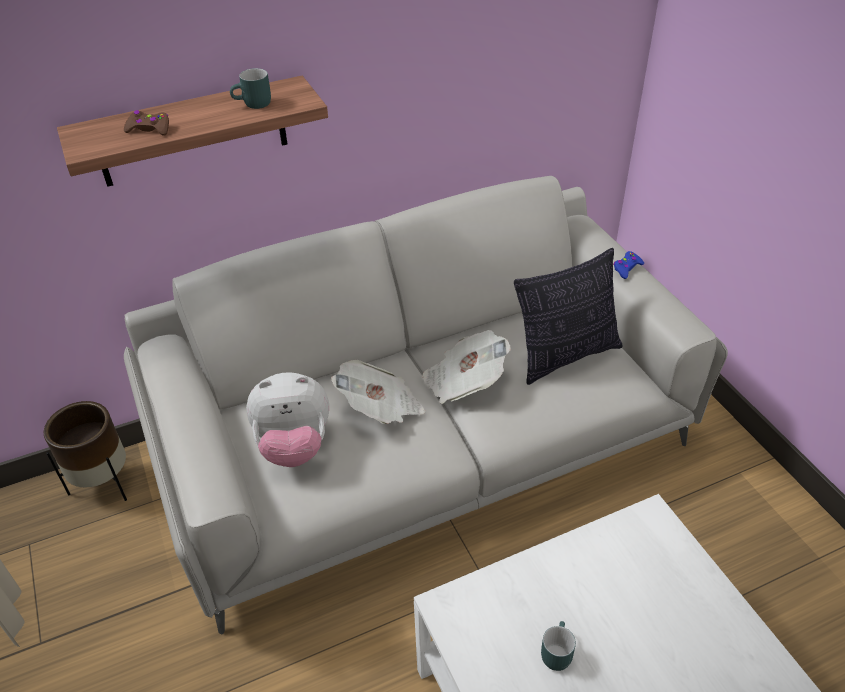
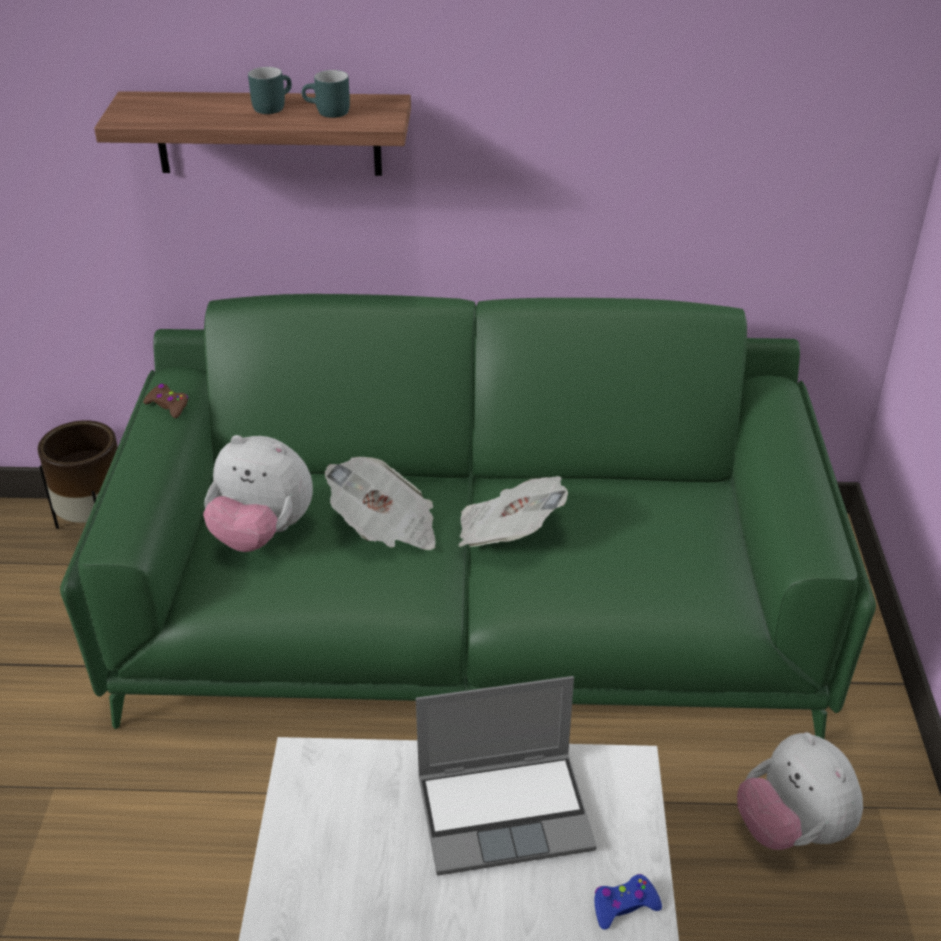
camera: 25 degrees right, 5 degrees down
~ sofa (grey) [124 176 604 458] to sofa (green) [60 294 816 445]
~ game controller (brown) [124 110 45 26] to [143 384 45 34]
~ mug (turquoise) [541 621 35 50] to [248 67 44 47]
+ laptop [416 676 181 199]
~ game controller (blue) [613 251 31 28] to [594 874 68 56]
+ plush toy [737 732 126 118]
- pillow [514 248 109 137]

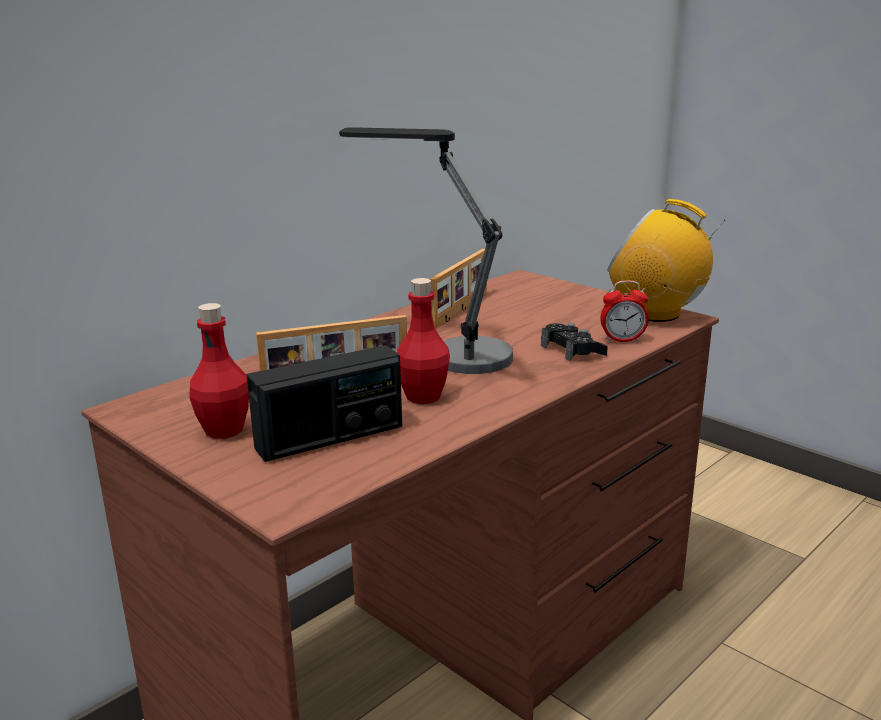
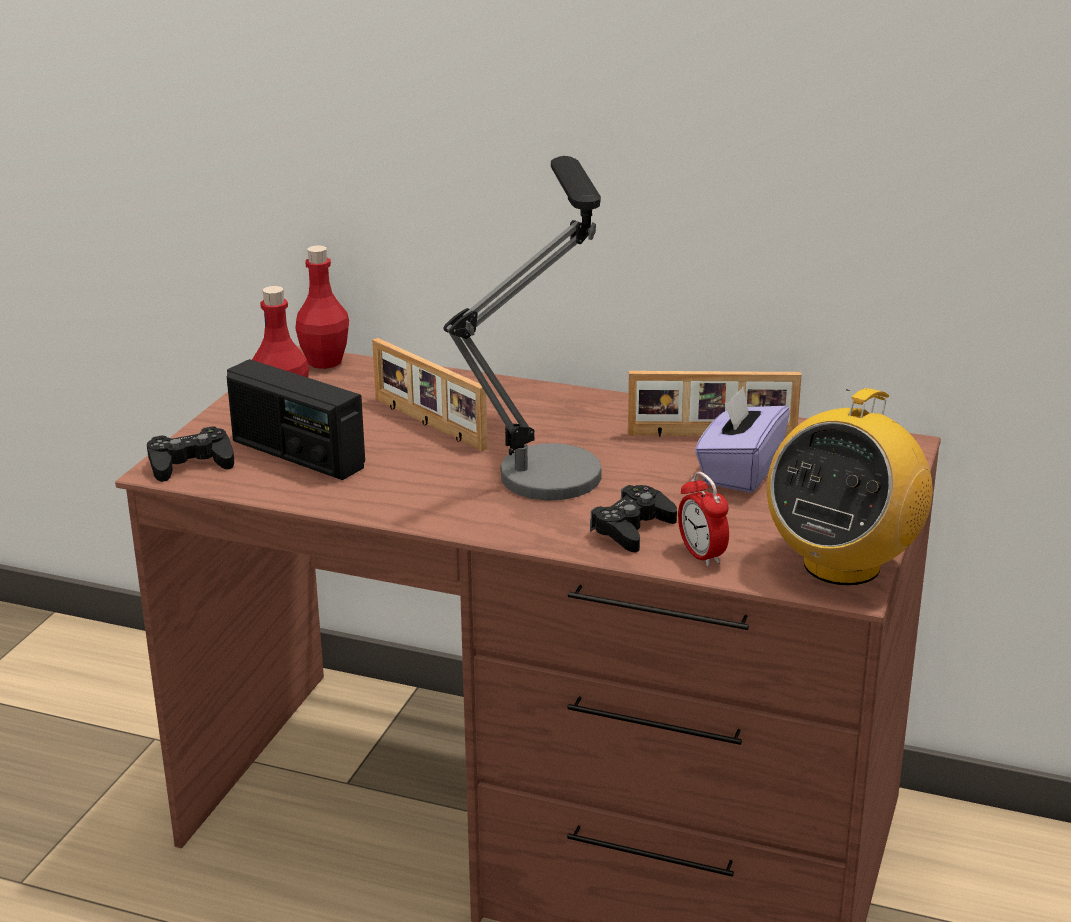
camera: 65 degrees right, 5 degrees up
+ game controller (black) [147 426 87 56]
~ bottle (red) [397 278 53 126] to [295 245 54 124]
+ tissue box (purple) [695 387 95 106]
~ radio [607 199 118 123] = [767 388 166 197] 150 degrees counterclockwise

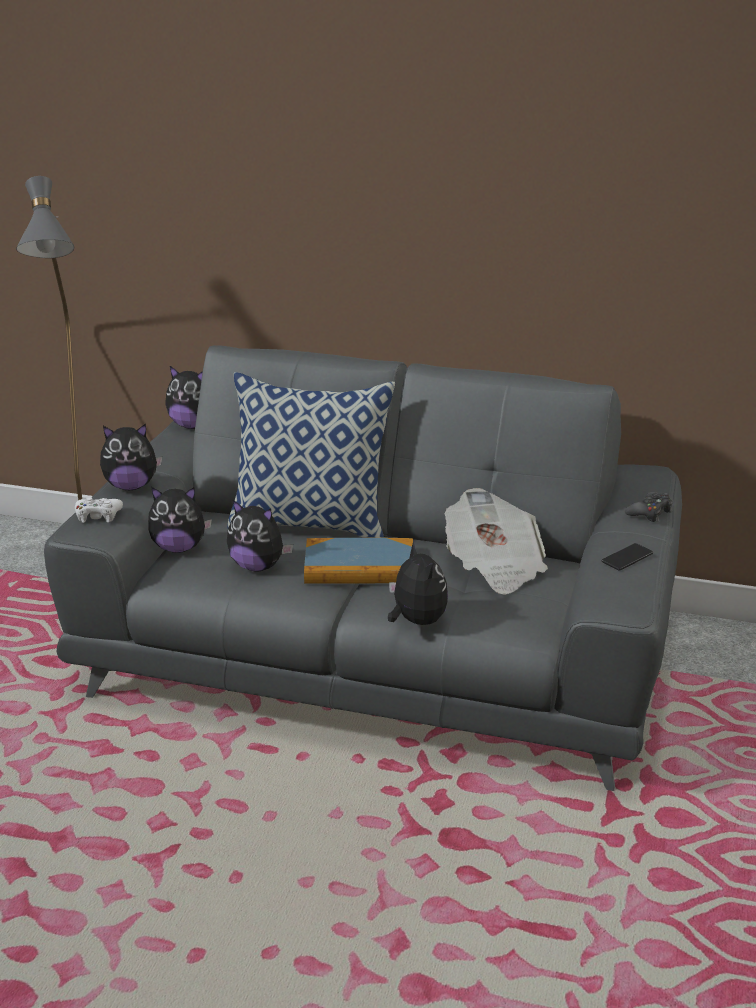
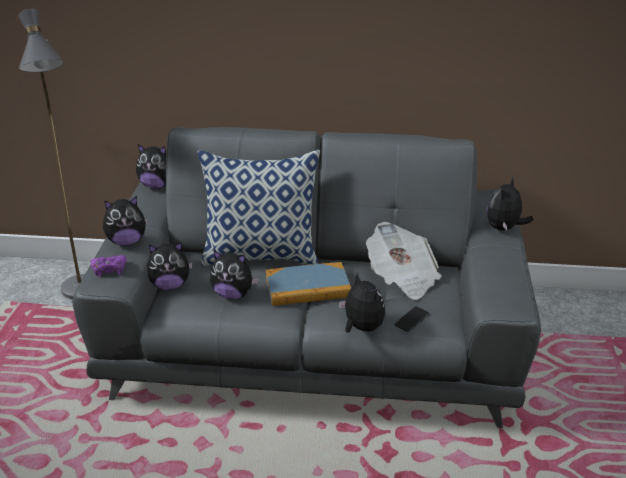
camera: 10 degrees left, 5 degrees up
~ game controller (white) [75 497 48 26] to game controller (purple) [91 255 36 22]
~ phone [602 543 51 28] to [394 306 36 26]
~ game controller (black) [625 492 48 30] to plush toy [487 176 47 55]

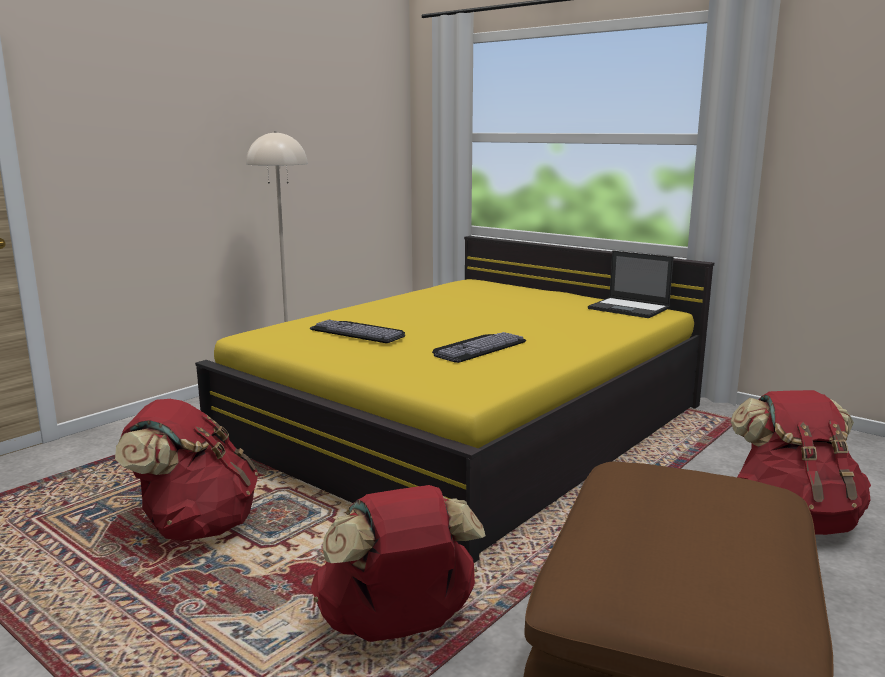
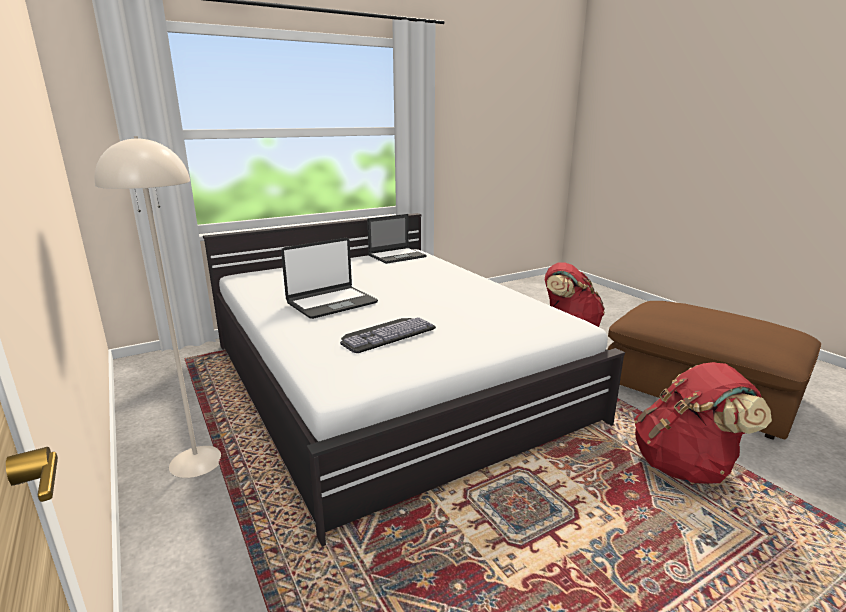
camera: 70 degrees left, 5 degrees up
~ bed (yellow) [195 236 519 327] to bed (white) [203 213 422 334]
+ laptop [281 238 97 81]
- backpack (red) [115 399 143 142]
- keyboard [432 332 94 31]

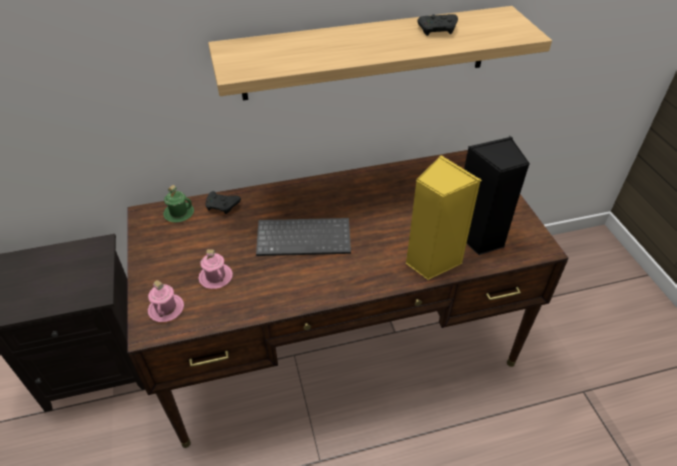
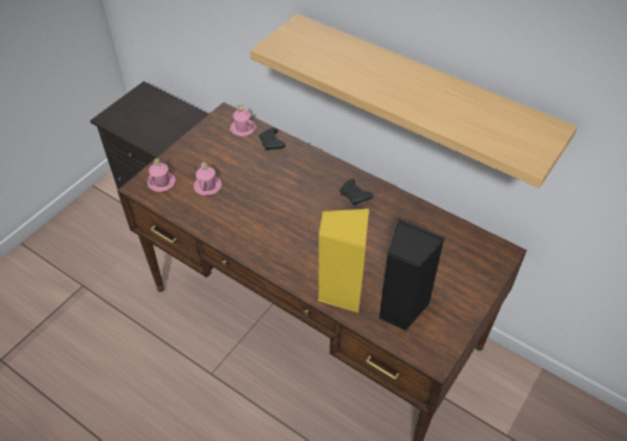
camera: 50 degrees right, 5 degrees up
~ mug (green) [163 185 31 38] to mug (pink) [230 105 26 31]
~ game controller (black) [418 14 40 22] to [340 179 33 26]
- keyboard [256 218 95 38]

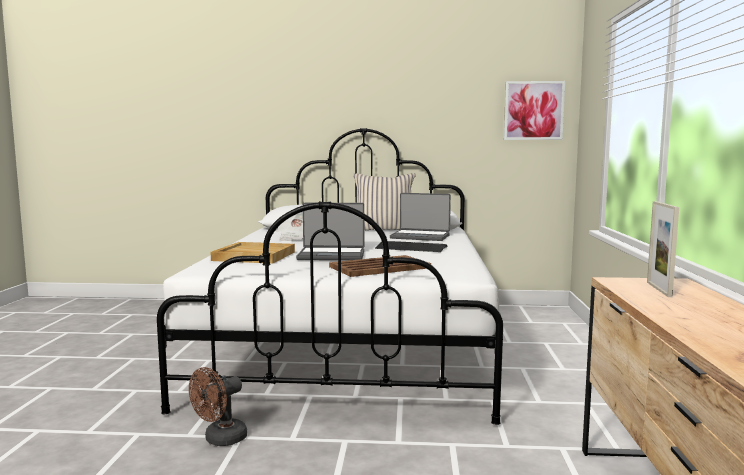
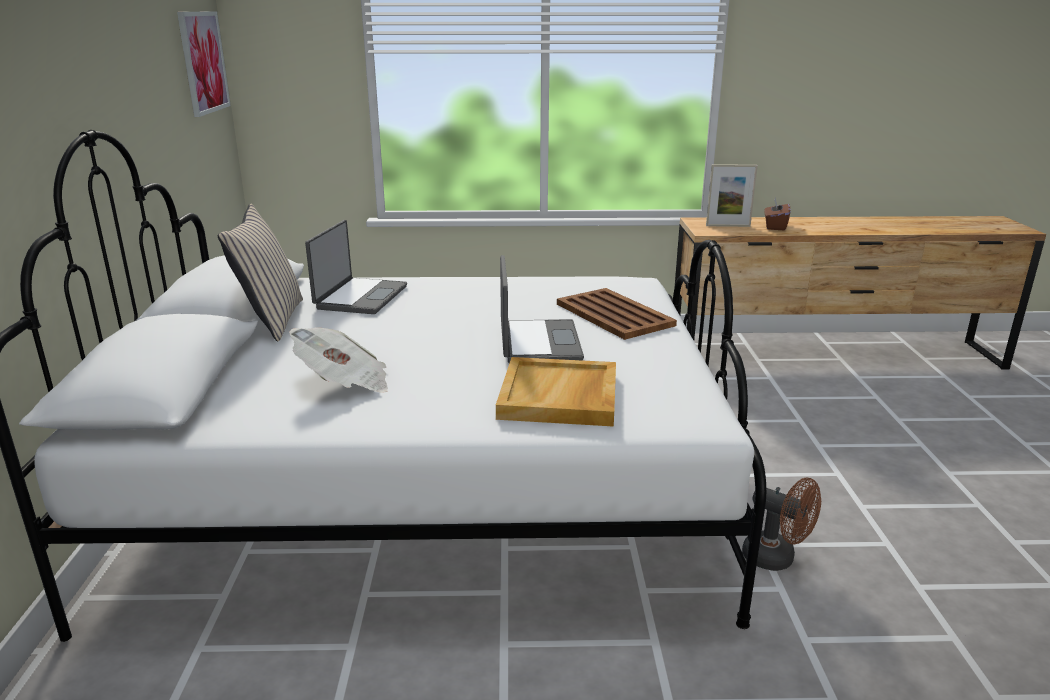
camera: 95 degrees left, 15 degrees up
+ tissue box (brown) [765 197 26 33]
- keyboard [375 241 73 11]

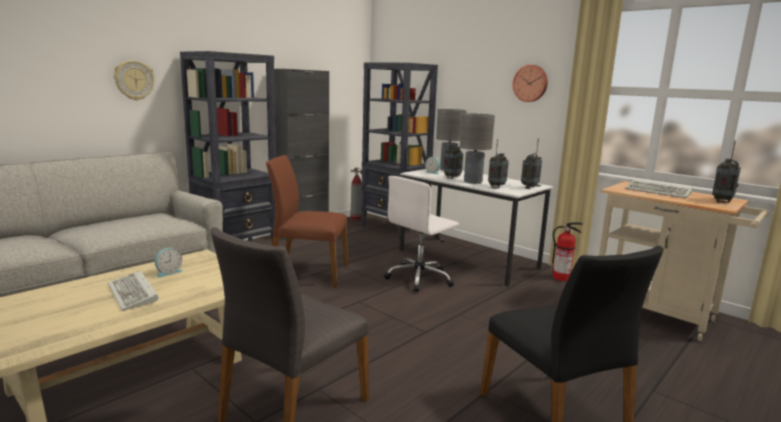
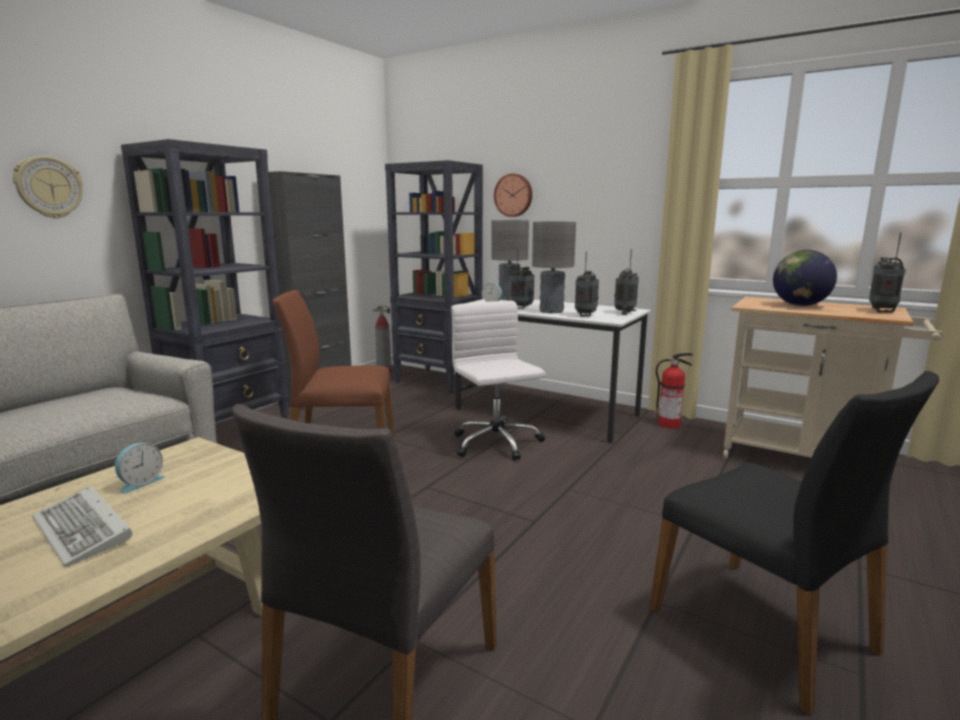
camera: 10 degrees left, 0 degrees up
~ office chair (white) [384 176 75 116] = [451 301 95 160] 120 degrees clockwise
~ wall clock [513 65 35 37] to [494 174 38 43]
~ keyboard [625 180 68 19] to globe [773 250 64 56]

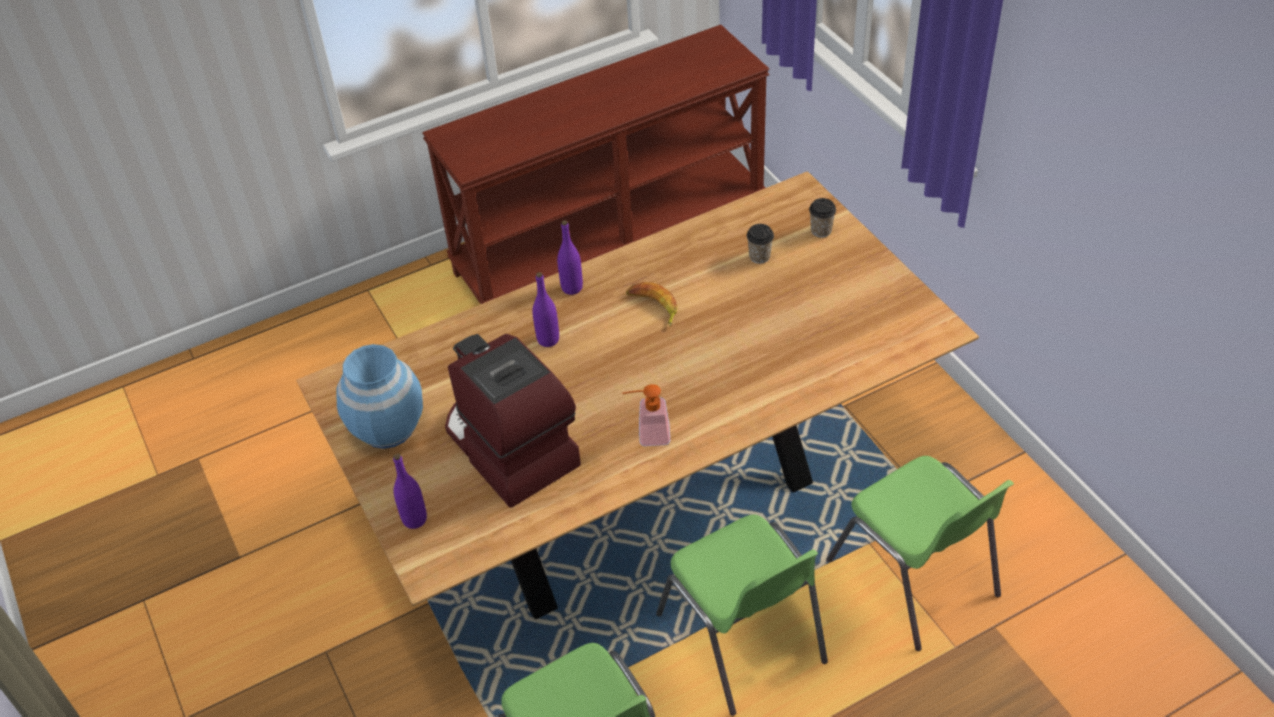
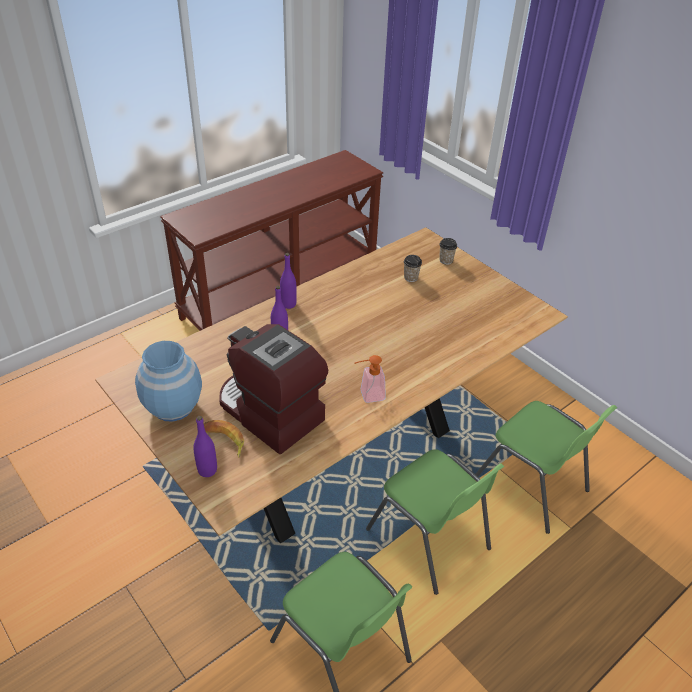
camera: 15 degrees left, 5 degrees down
~ banana [626 282 52 45] to [204 420 40 38]

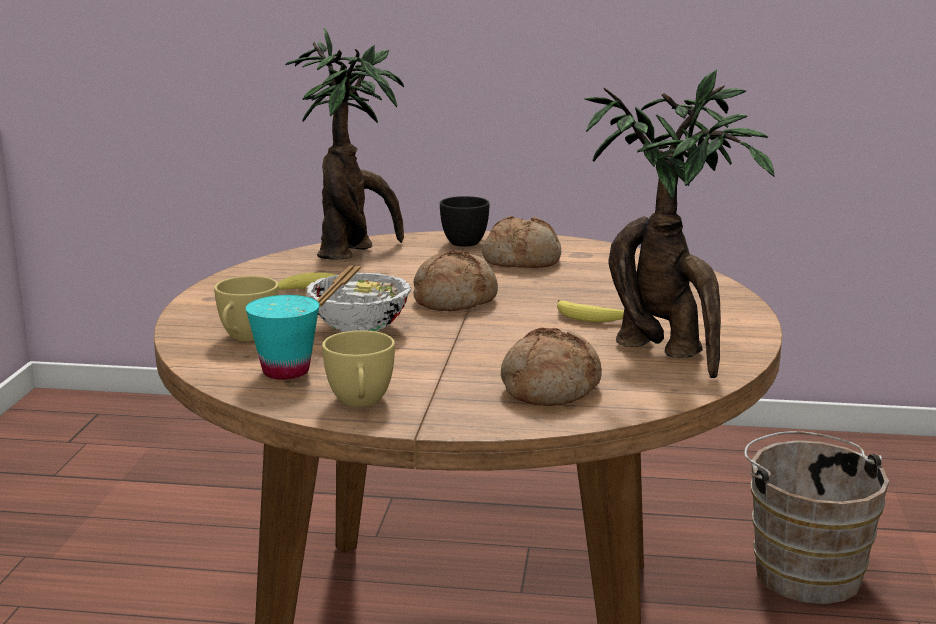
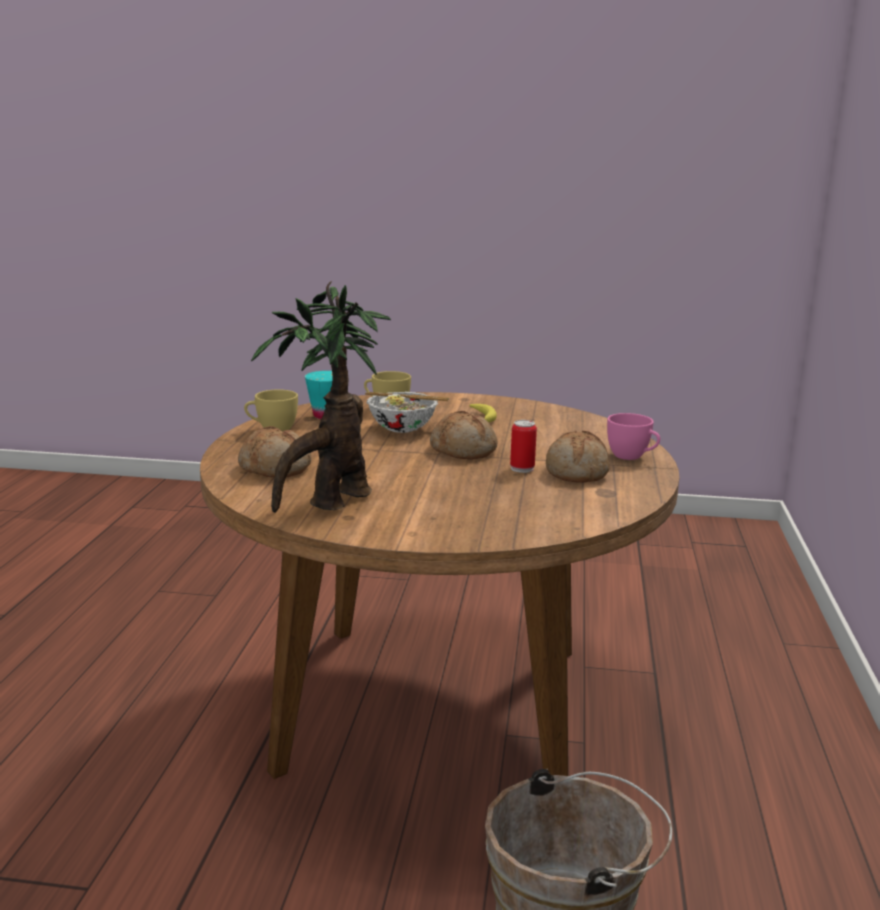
camera: 90 degrees right, 0 degrees up
+ can [510 420 27 53]
~ cup (black) [440 196 50 51] to cup (pink) [607 413 53 47]
- potted plant [285 28 119 232]
- banana [557 300 67 22]

